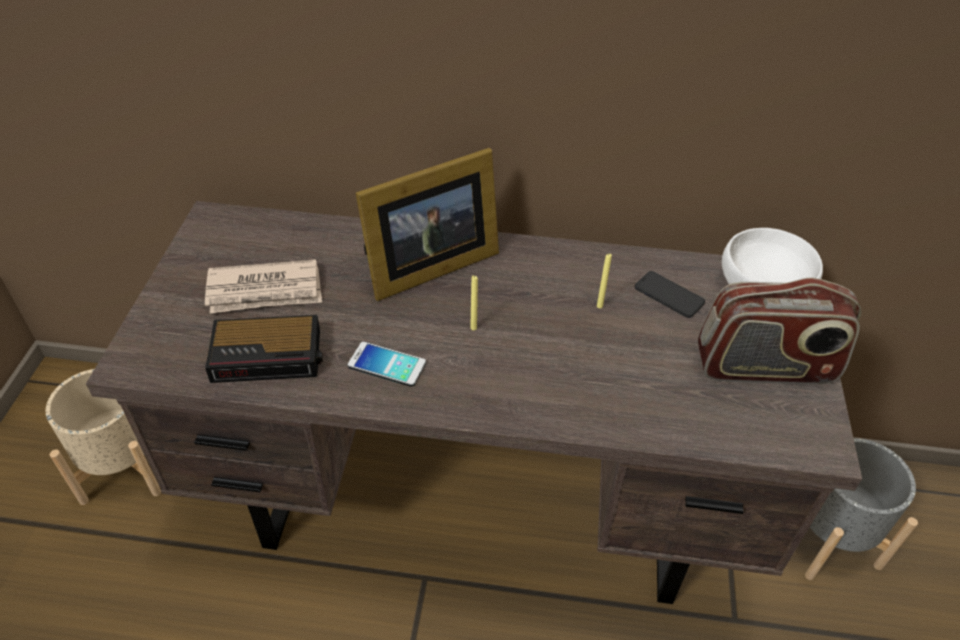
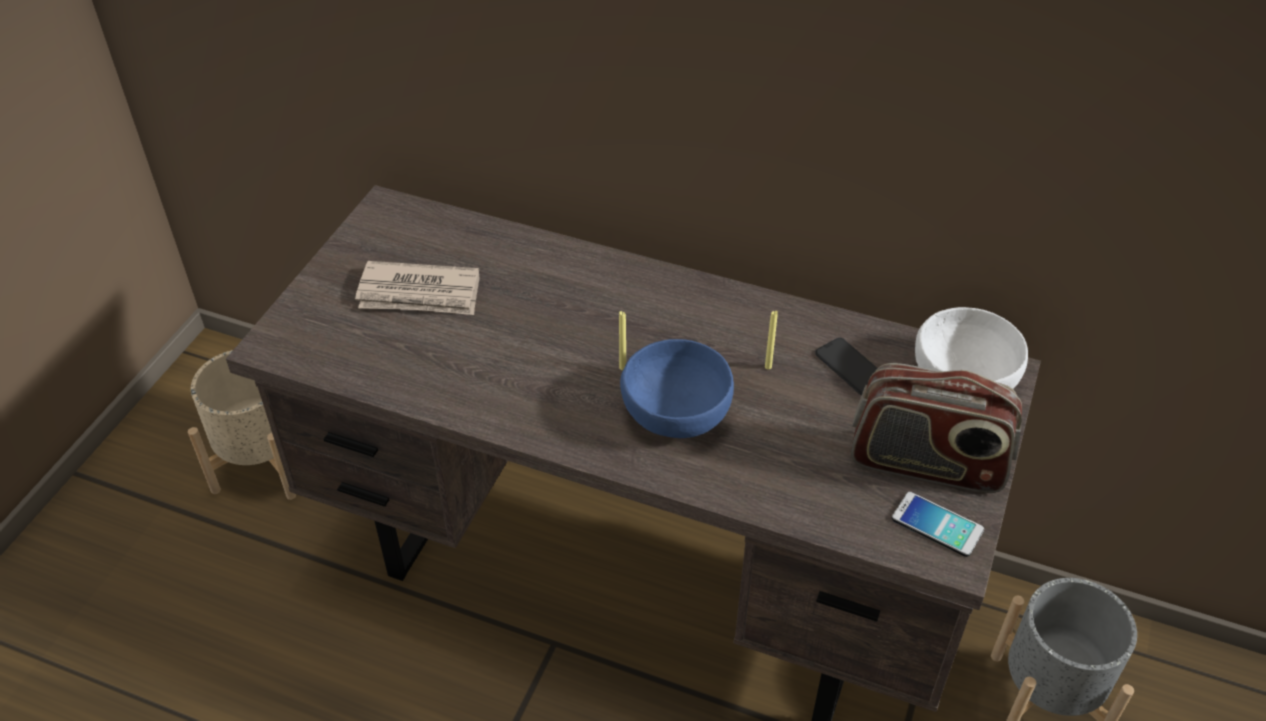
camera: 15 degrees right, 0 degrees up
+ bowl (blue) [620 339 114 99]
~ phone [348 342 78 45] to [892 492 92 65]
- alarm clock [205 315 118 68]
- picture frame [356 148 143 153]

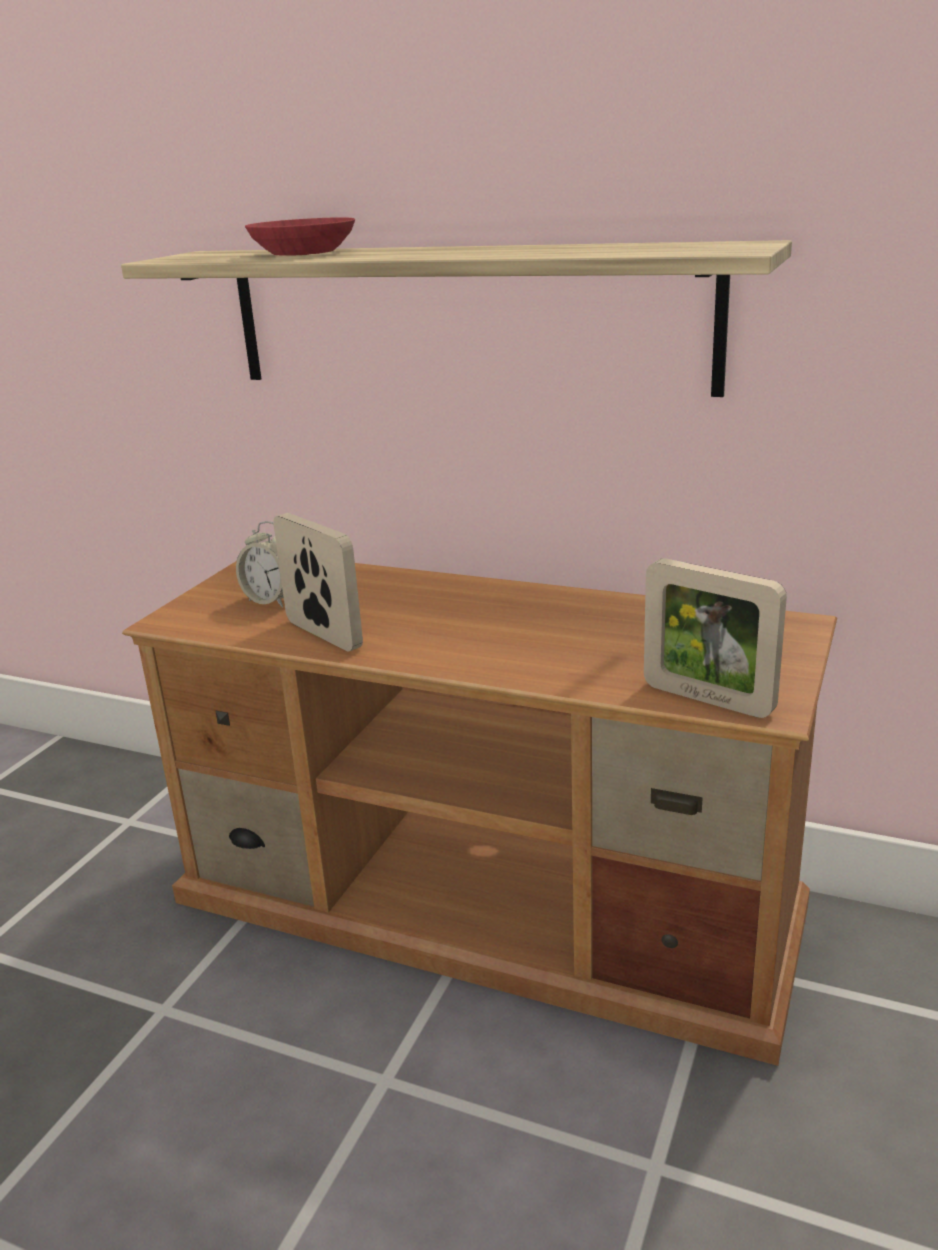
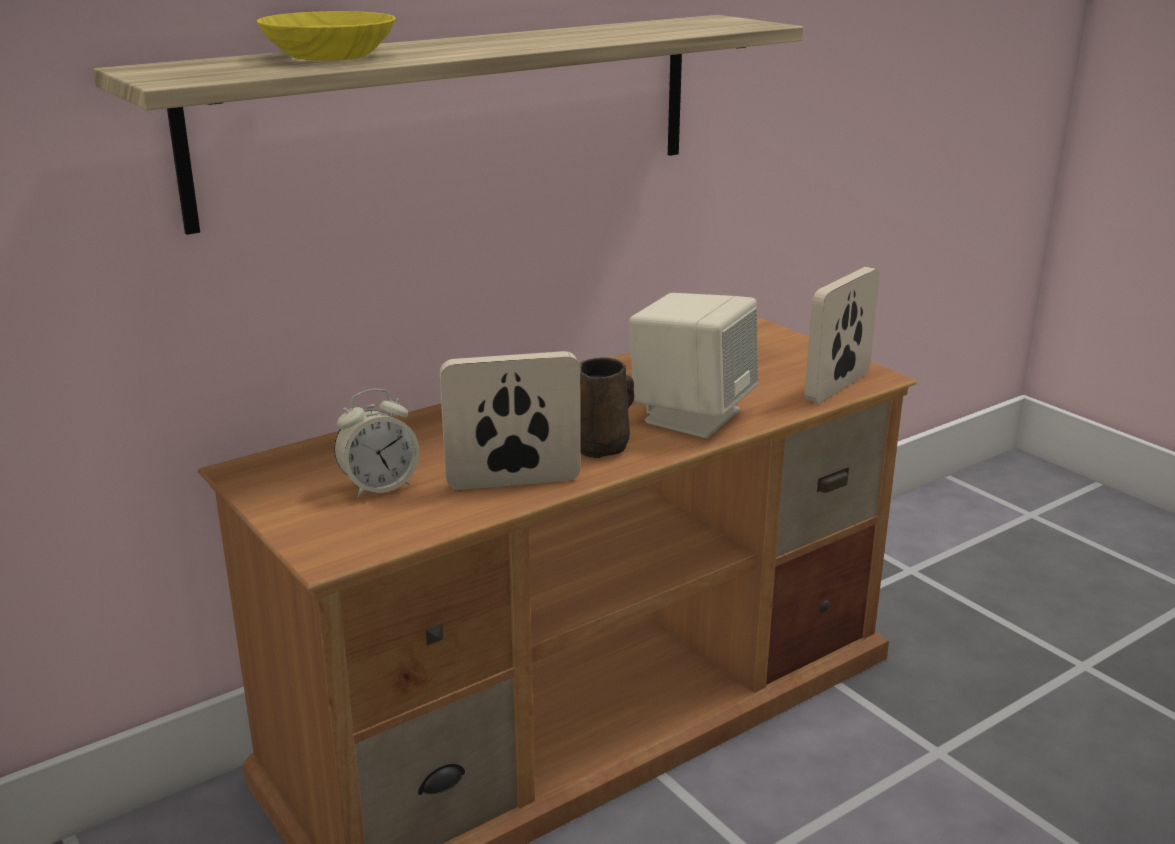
camera: 60 degrees left, 0 degrees up
~ bowl (red) [245 217 110 39] to bowl (yellow) [257 11 139 50]
+ mug (brown) [580 357 54 101]
+ speaker (beige) [629 293 129 145]
~ picture frame [644 558 143 160] = [805 267 75 137] 150 degrees clockwise

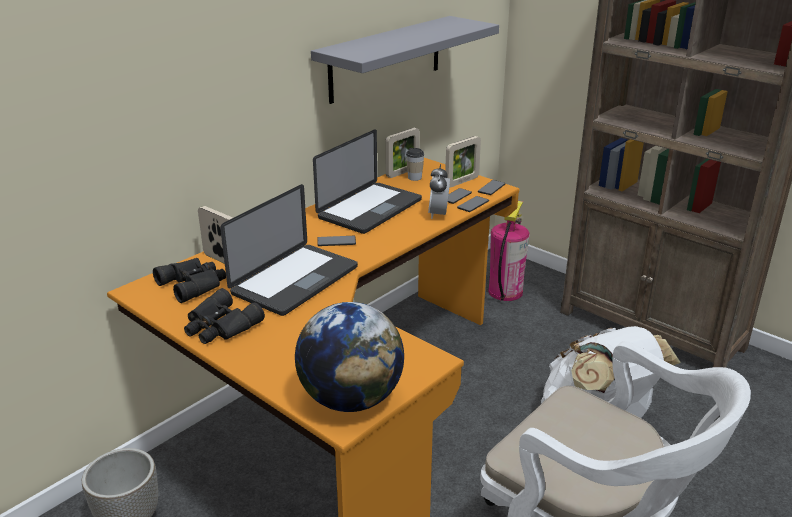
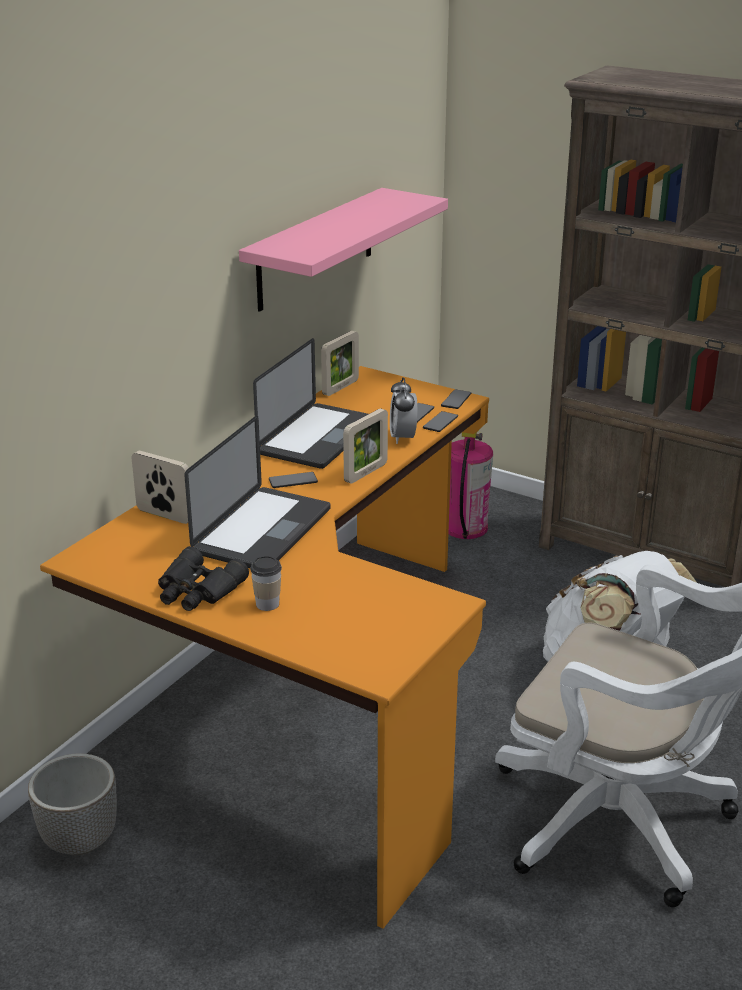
camera: 10 degrees left, 0 degrees up
~ shelf (grey) [311 16 188 88] to shelf (pink) [239 188 209 124]
~ cup [406 148 18 33] to [250 556 32 55]
~ picture frame [445 136 36 52] to [343 408 45 76]
- binoculars (black) [153 258 73 45]
- globe [295 302 109 110]

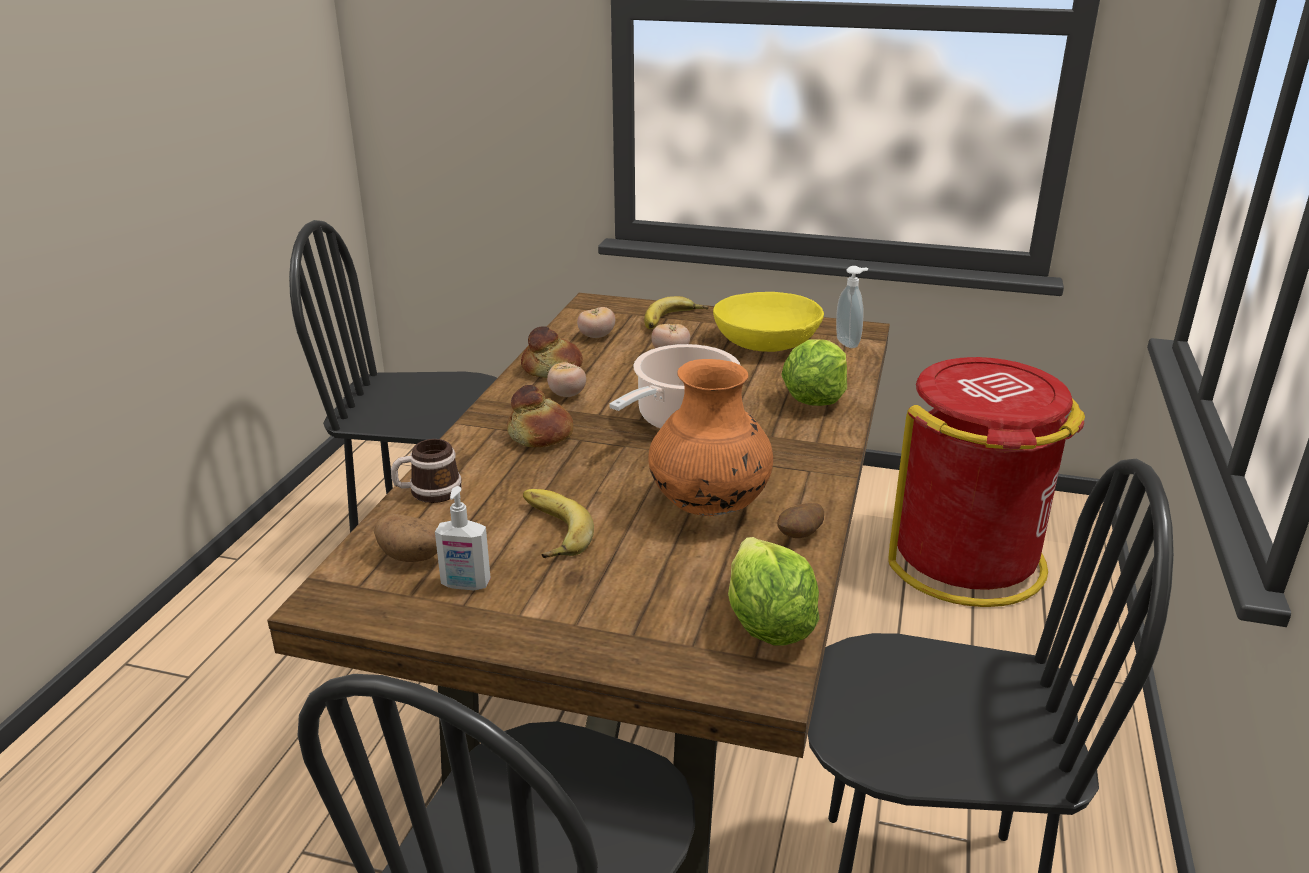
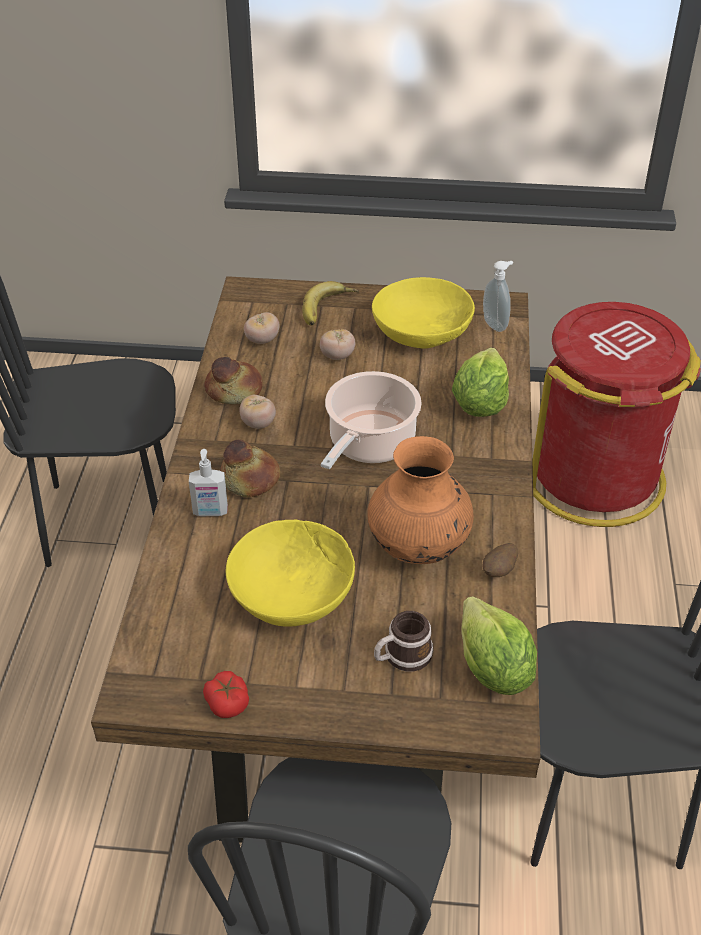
camera: 10 degrees left, 15 degrees up
~ soap dispenser [435 486 56 104] to [189 449 39 67]
+ tomato [203 671 46 47]
~ banana [523 489 71 69] to bowl (yellow) [225 520 130 107]
~ mug [391 439 70 64] to [374 611 59 61]
- potato [374 514 63 48]

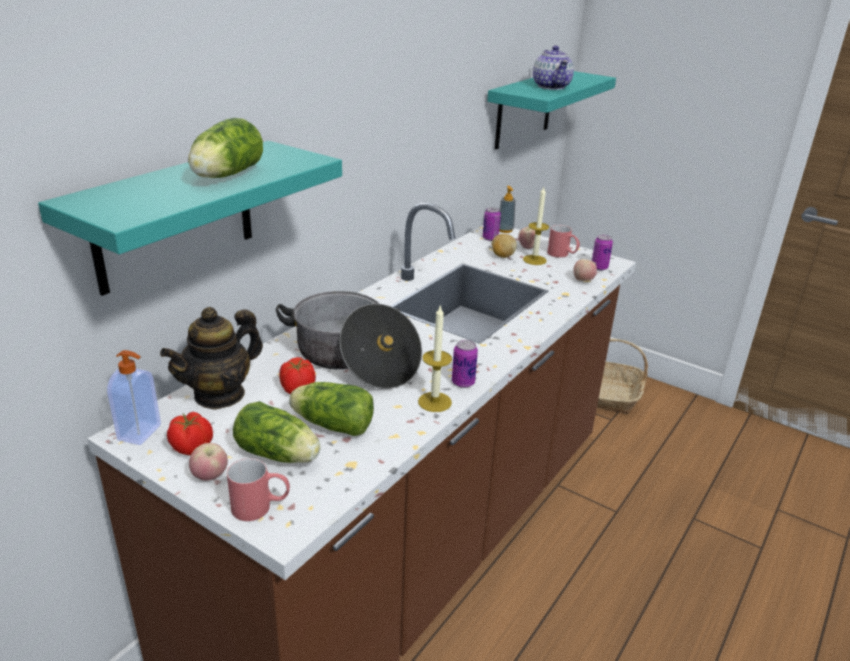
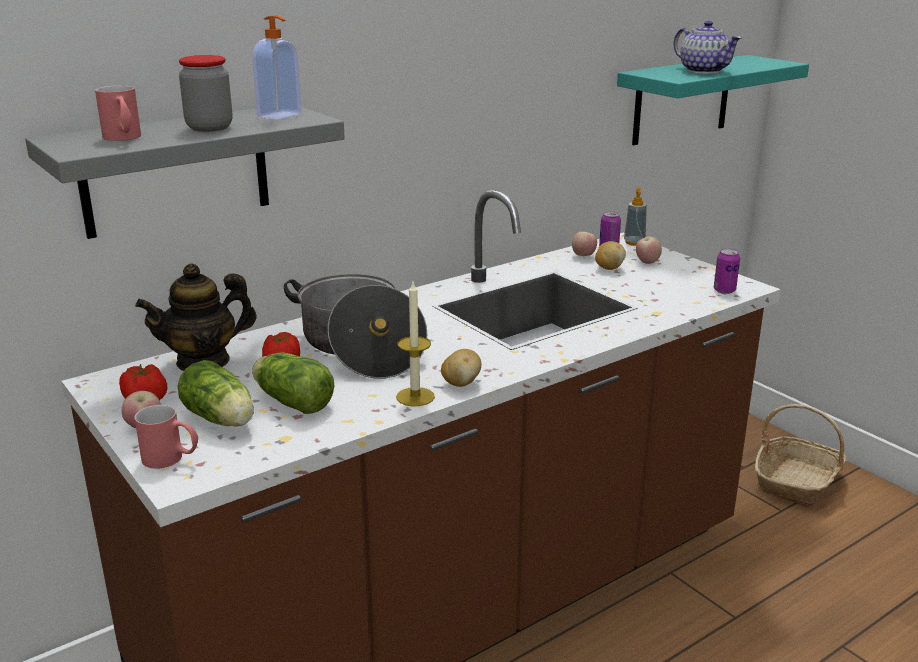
camera: 20 degrees right, 5 degrees down
~ shelf (turquoise) [38 141 304 155] to shelf (grey) [25 107 320 132]
~ mug (red) [547 225 33 33] to [95 85 46 56]
~ lettuce [188 118 75 60] to jar [179 55 53 77]
~ soap dispenser [107 350 54 95] to [252 15 49 105]
~ can [452 340 26 48] to potato [441 349 40 38]
~ apple [573 259 24 22] to [572 232 25 24]
~ teapot [533 46 41 44] = [673 21 69 53] 45 degrees counterclockwise
- candle [523 187 26 78]

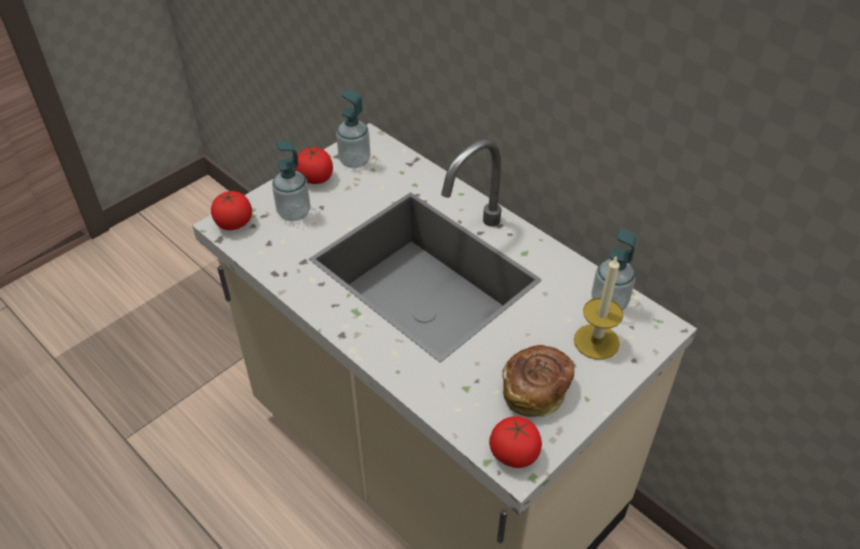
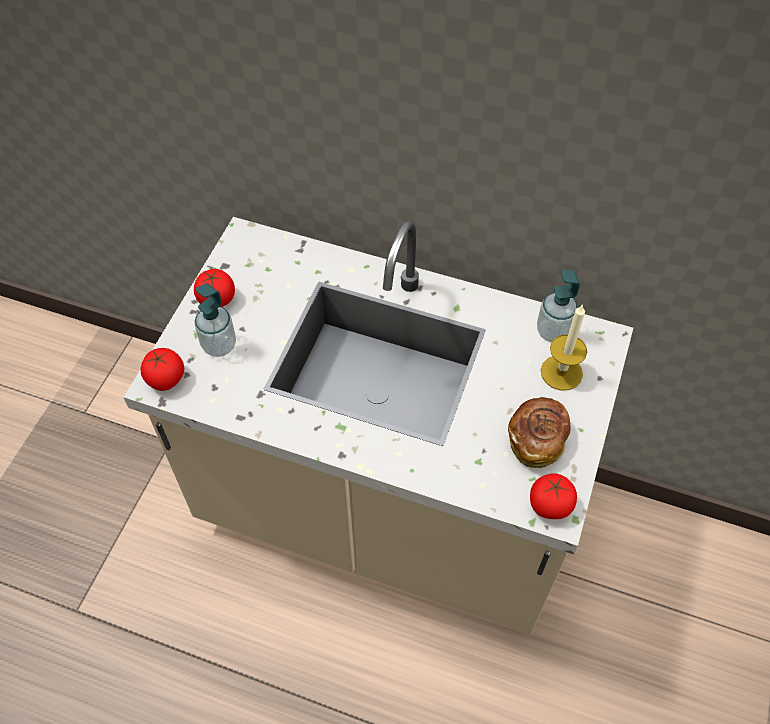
camera: 25 degrees left, 10 degrees up
- soap dispenser [336 89 34 79]

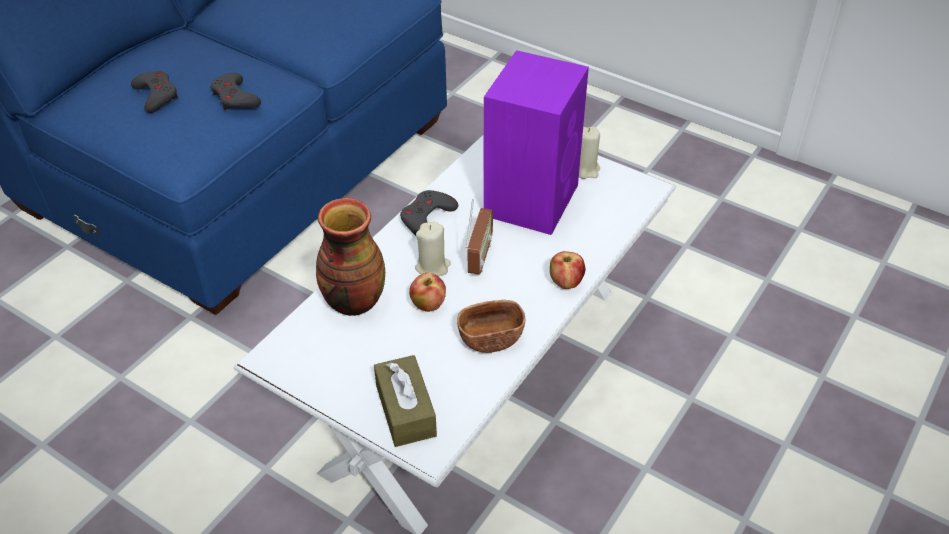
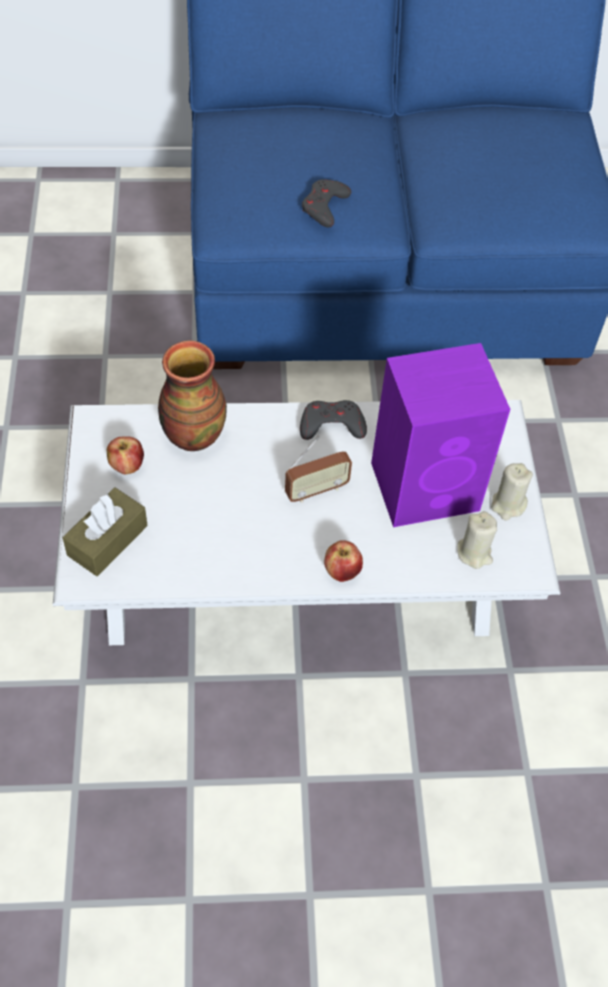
camera: 50 degrees right, 10 degrees up
~ apple [409 273 37 39] to [107 436 37 38]
~ candle (beige) [415 222 36 54] to [457 511 40 58]
- game controller (grey) [131 71 47 42]
- bowl (brown) [457 300 68 53]

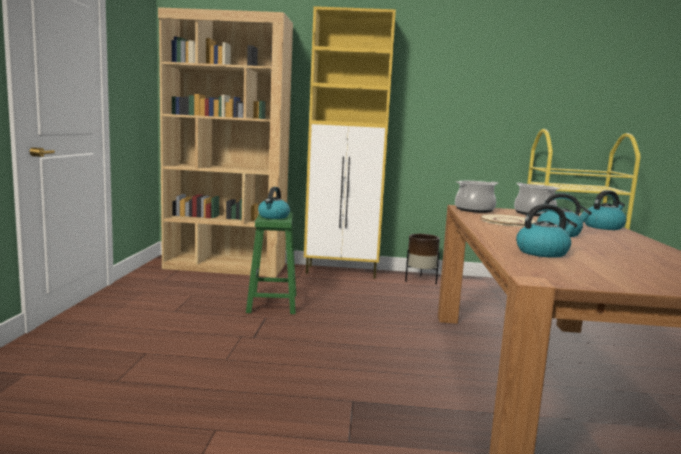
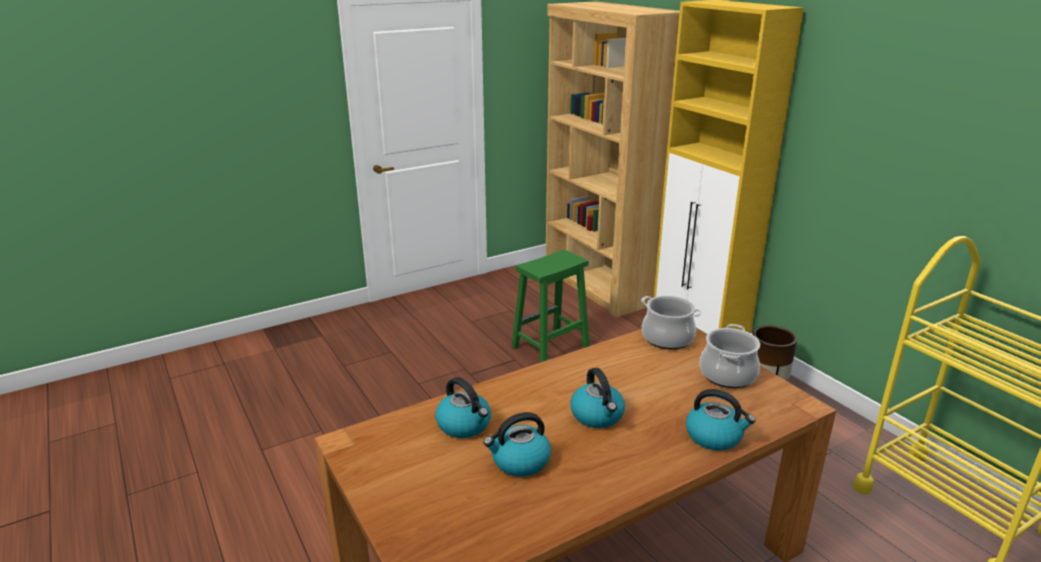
camera: 55 degrees right, 15 degrees up
~ kettle [258 187 32 32] to [484 412 67 65]
- plate (beige) [480 214 57 12]

